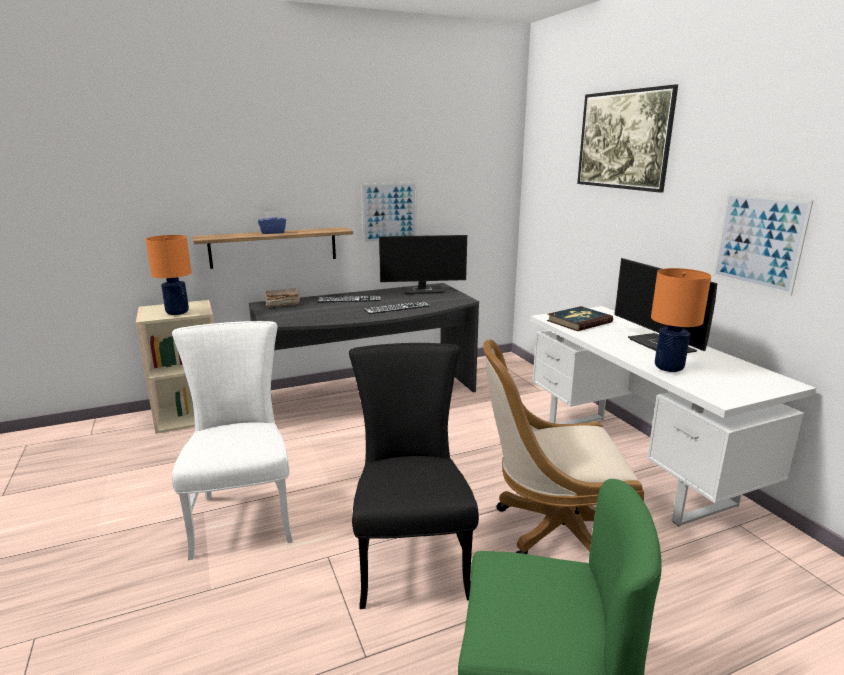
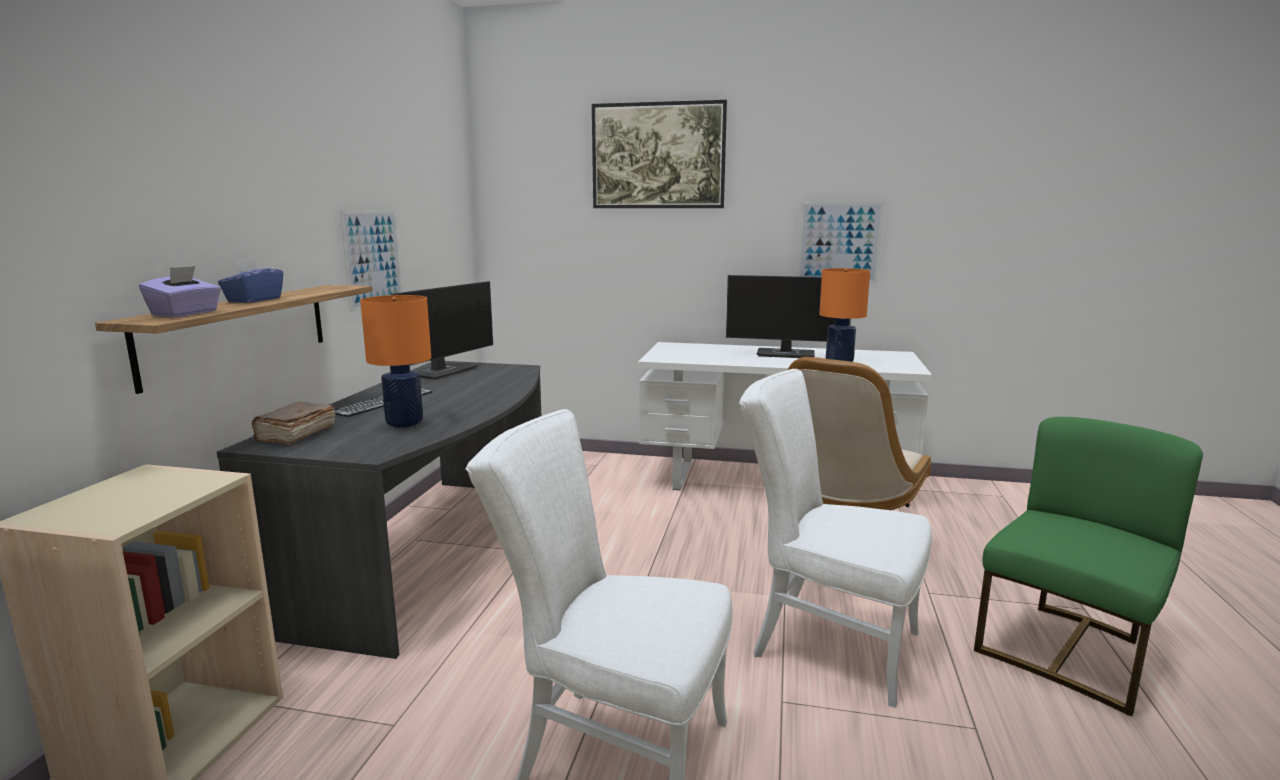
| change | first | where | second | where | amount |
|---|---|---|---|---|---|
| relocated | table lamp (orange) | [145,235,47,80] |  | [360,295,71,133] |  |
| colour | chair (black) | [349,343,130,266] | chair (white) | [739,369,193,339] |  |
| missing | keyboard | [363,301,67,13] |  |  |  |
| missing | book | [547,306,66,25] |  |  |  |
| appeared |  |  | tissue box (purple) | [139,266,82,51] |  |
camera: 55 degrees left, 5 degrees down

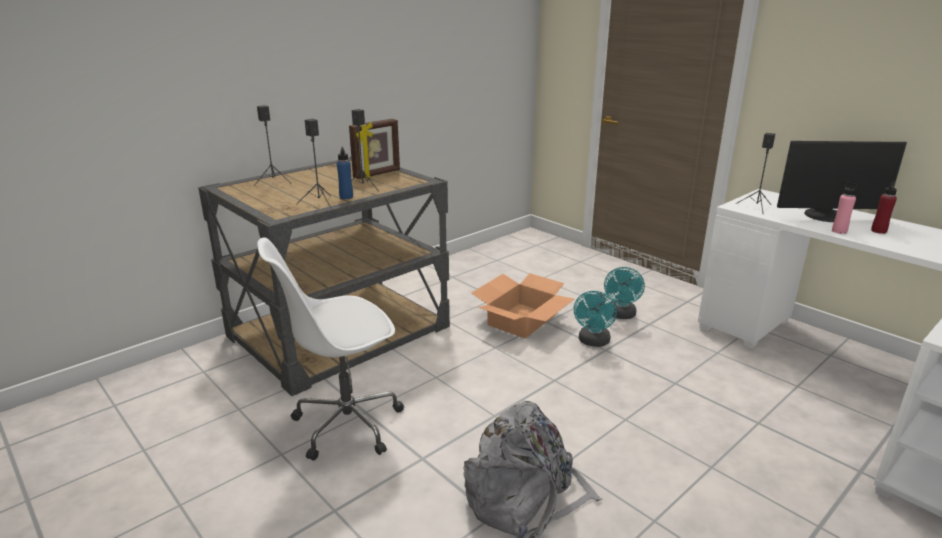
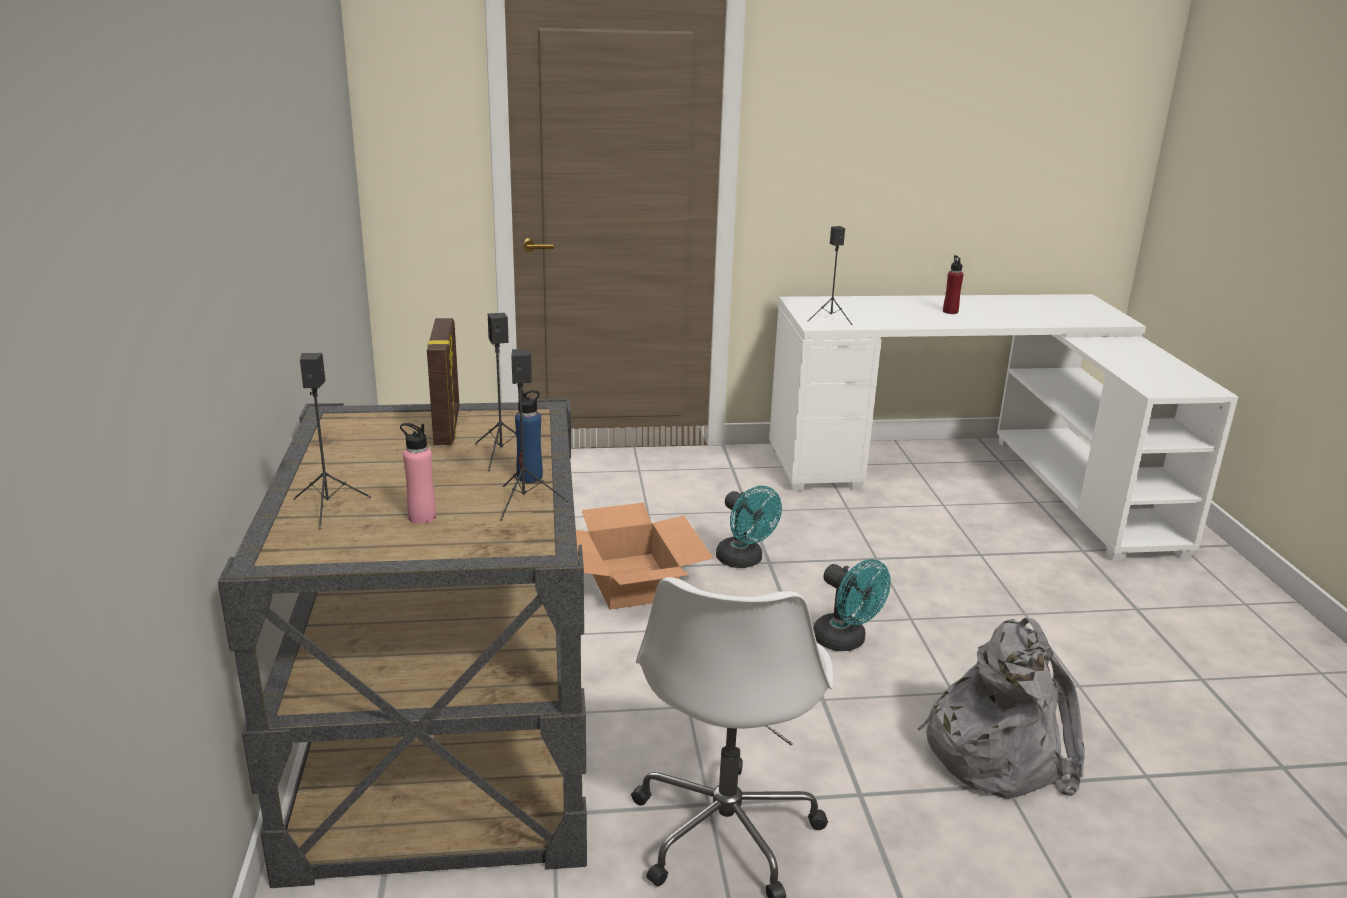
| change | first | where | second | where | amount |
|---|---|---|---|---|---|
| relocated | fan (turquoise) | [604,267,41,52] |  | [813,559,78,92] |  |
| missing | monitor | [777,141,130,81] |  |  |  |
| relocated | bottle (pink) | [832,181,25,53] |  | [400,423,36,101] |  |
camera: 55 degrees left, 0 degrees up

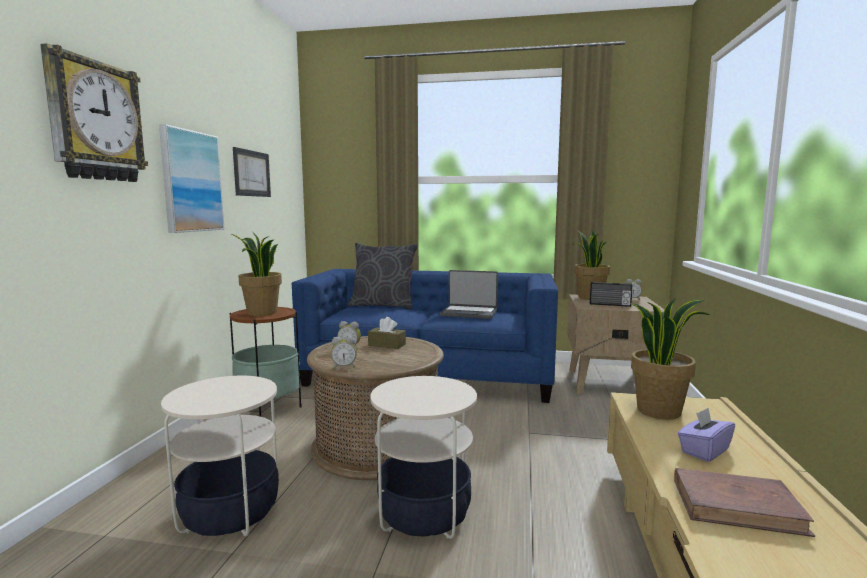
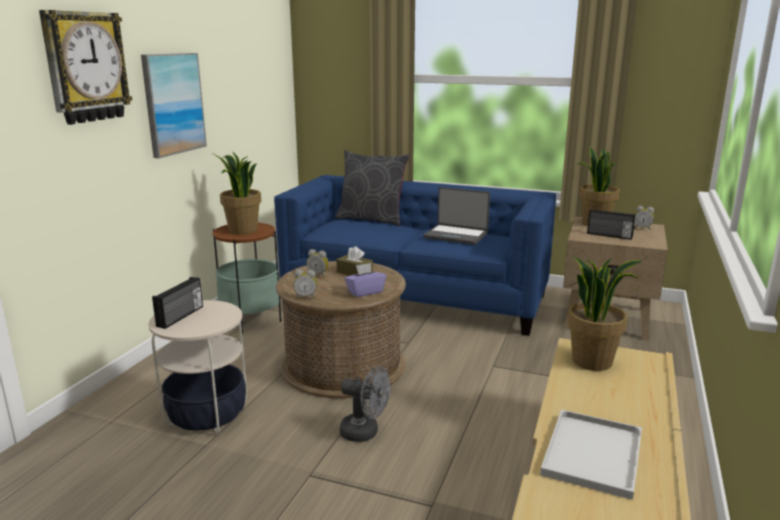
| change | first | where | second | where | amount |
|---|---|---|---|---|---|
| missing | picture | [233,147,38,50] |  |  |  |
| exchanged | side table (beige) | [370,376,107,163] | fan (grey) | [339,367,51,75] |  |
| exchanged | book (brown) | [674,468,141,69] | tray (white) | [540,409,102,91] |  |
| relocated | tissue box (purple) | [678,408,57,54] |  | [345,263,41,34] |  |
| appeared |  |  | radio | [152,277,51,52] |  |
camera: 10 degrees right, 10 degrees up

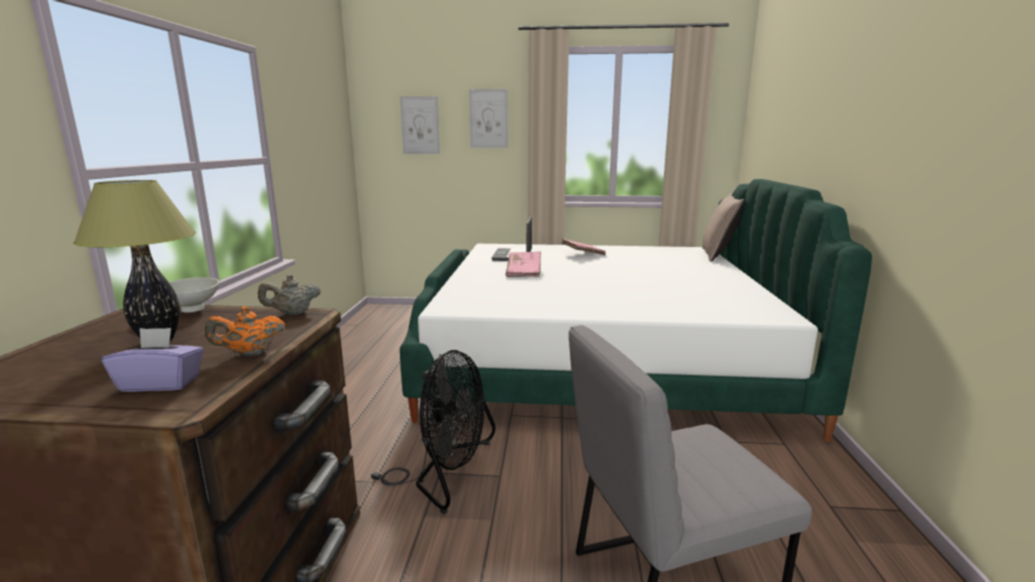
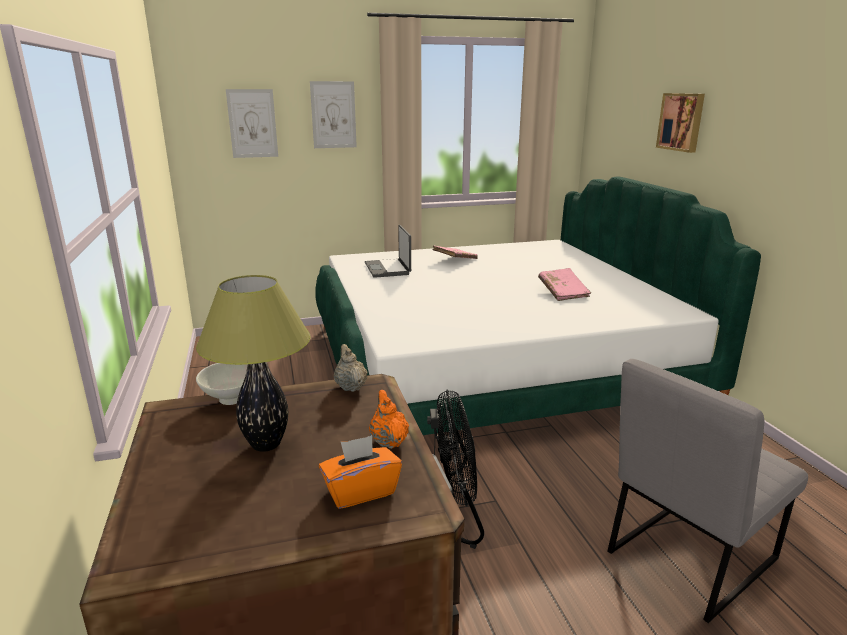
| change | first | where | second | where | amount |
|---|---|---|---|---|---|
| colour | tissue box (purple) | [102,328,102,64] | tissue box (orange) | [319,435,83,74] |  |
| spun | teapot (orange) | [205,307,80,49] |  | [369,390,40,59] | 120 degrees clockwise |
| spun | teapot (beige) | [258,274,63,41] |  | [334,344,34,48] | 120 degrees clockwise |
| relocated | book (pink) | [505,251,36,26] |  | [538,268,53,33] |  |
| missing | pillow | [702,193,43,69] |  |  |  |
| appeared |  |  | picture | [656,93,49,60] |  |
camera: 20 degrees left, 5 degrees up

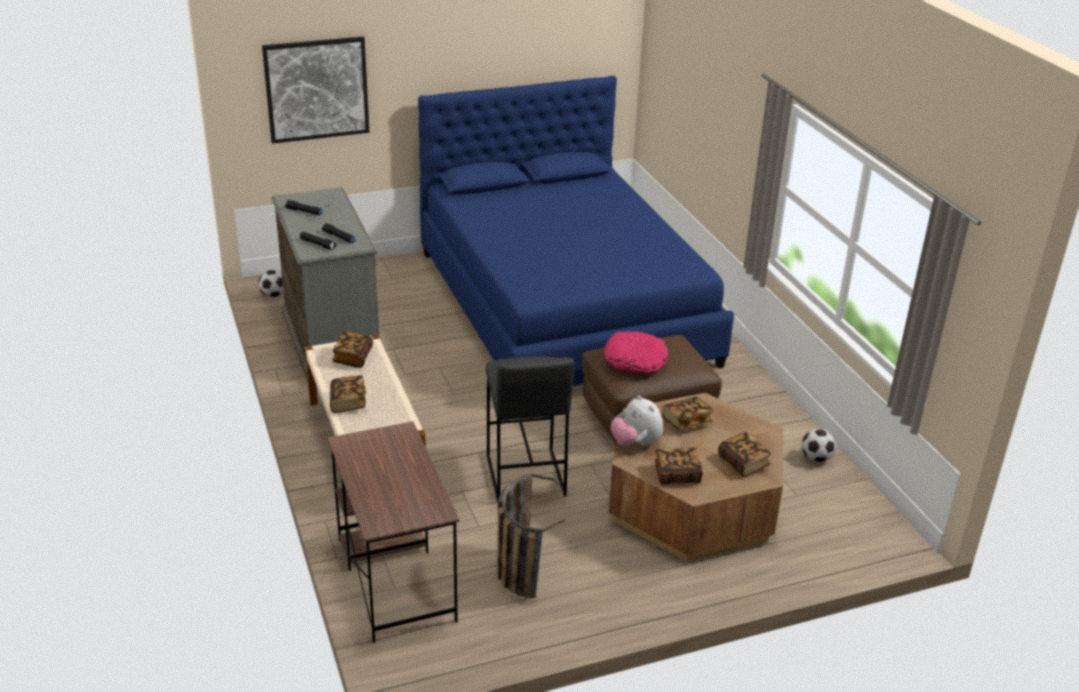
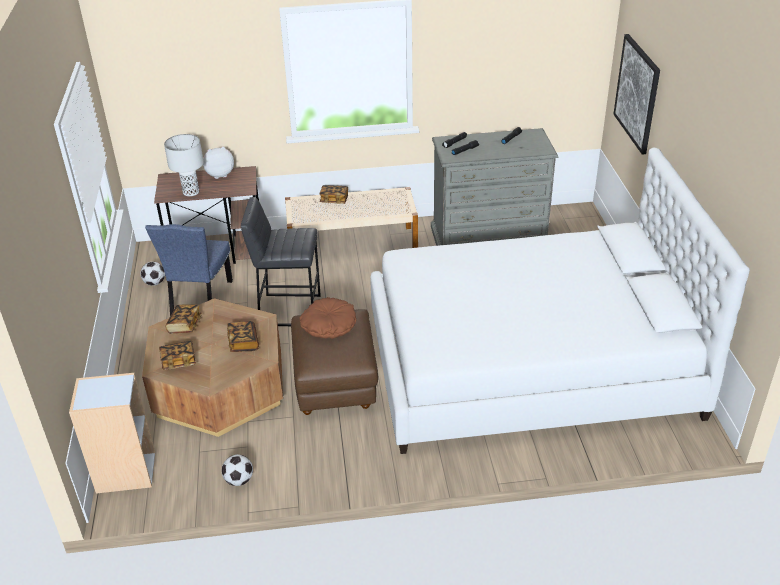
| change | first | where | second | where | amount |
|---|---|---|---|---|---|
| relocated | football | [258,270,25,28] |  | [140,262,25,24] |  |
| missing | book | [332,332,41,36] |  |  |  |
| colour | bed (blue) | [418,76,316,310] | bed (white) | [370,147,380,307] |  |
| exchanged | basket | [497,474,69,124] | chair (blue) | [145,224,88,92] |  |
| colour | pillow (pink) | [604,331,64,43] | pillow (brown) | [299,297,57,42] |  |
| relocated | plush toy | [611,396,52,50] |  | [203,147,31,32] |  |
| appeared |  |  | bookcase | [69,373,86,121] |  |
| appeared |  |  | table lamp (white) | [164,134,40,62] |  |
camera: 105 degrees right, 5 degrees up

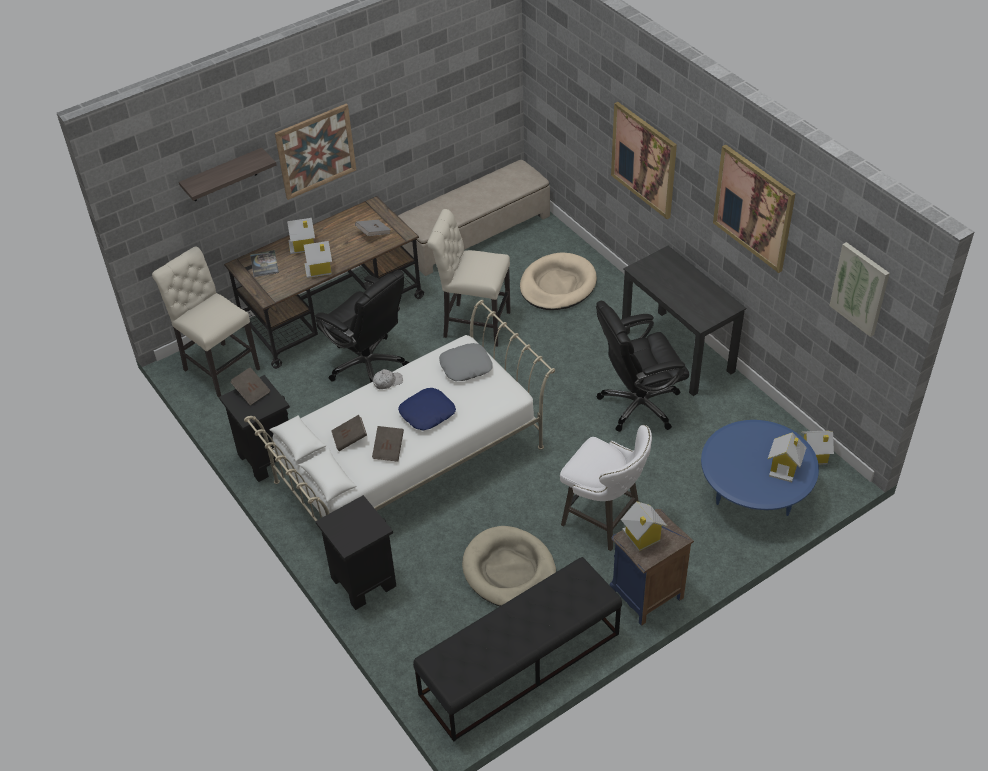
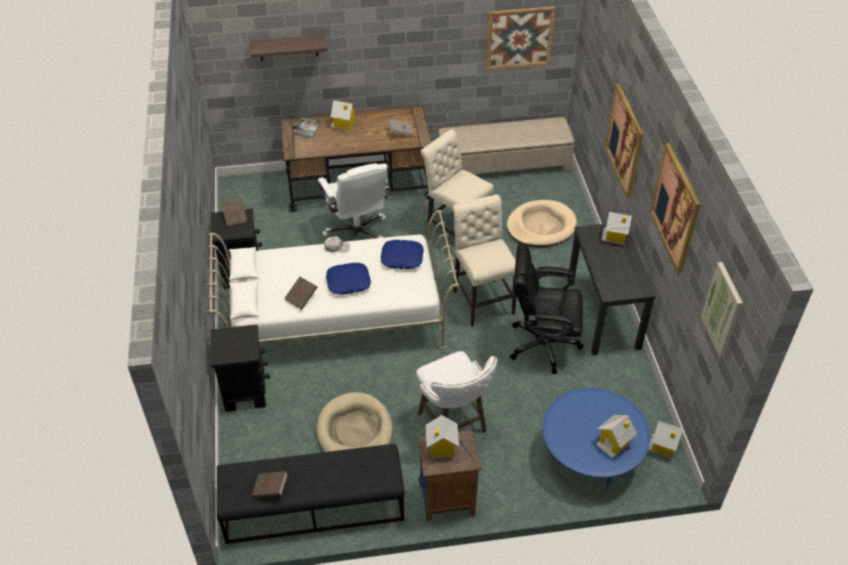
| change | first | where | second | where | amount |
|---|---|---|---|---|---|
| relocated | stool (beige) | [152,246,108,151] |  | [452,194,65,132] |  |
| relocated | picture | [275,104,81,96] |  | [486,6,69,64] |  |
| relocated | toy house | [304,241,28,37] |  | [601,212,31,33] |  |
| colour | office chair (black) | [315,270,94,113] | office chair (white) | [318,163,72,78] |  |
| relocated | book (brown) | [331,415,36,36] |  | [252,471,36,27] |  |
| colour | pillow (grey) | [439,343,54,38] | pillow (blue) | [381,240,43,29] |  |
camera: 25 degrees right, 0 degrees up

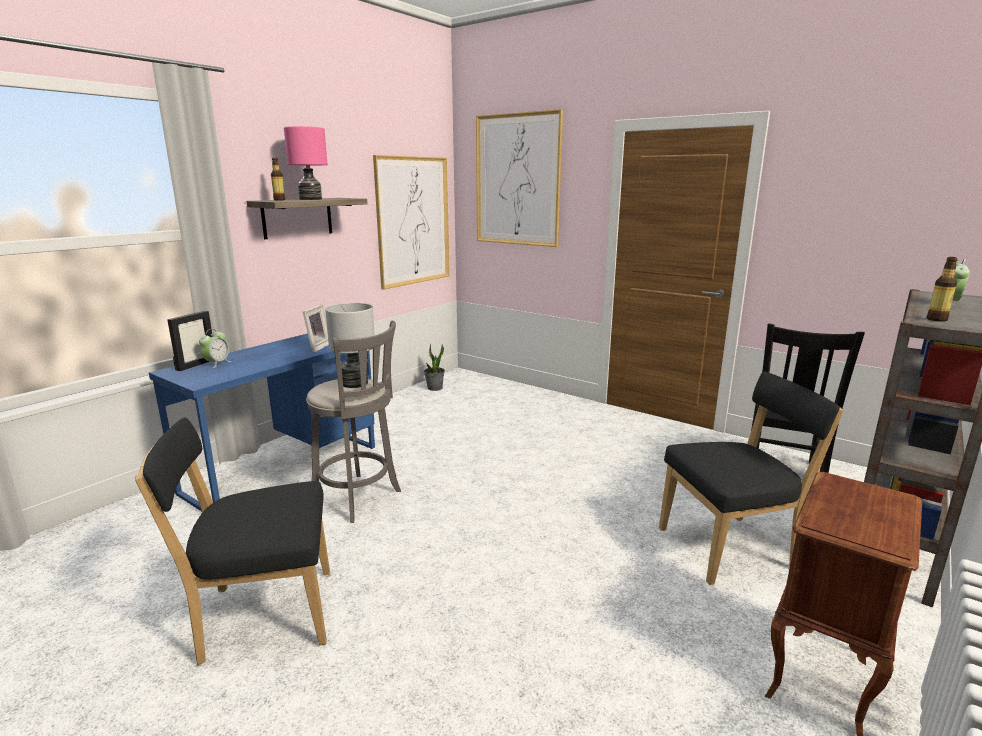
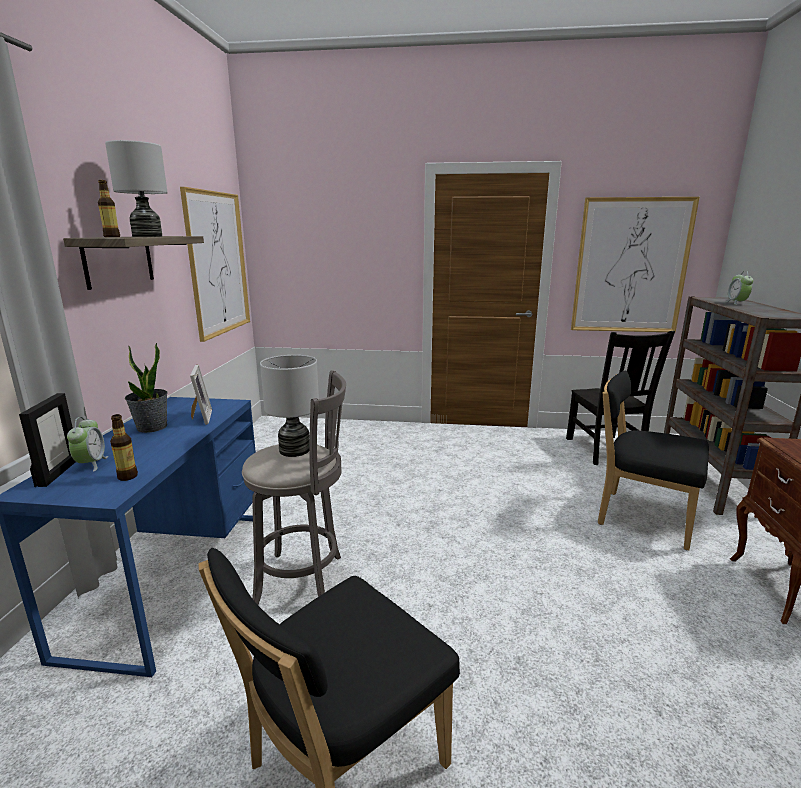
| change | first | where | second | where | amount |
|---|---|---|---|---|---|
| colour | table lamp (pink) | [284,126,44,74] | table lamp (grey) | [105,140,63,97] |  |
| relocated | potted plant | [424,344,21,47] |  | [125,343,43,90] |  |
| relocated | picture | [476,109,87,138] |  | [571,197,129,136] |  |
| spun | chair (black) | [659,371,185,214] |  | [598,370,111,181] | 105 degrees counterclockwise |
| relocated | bottle | [927,257,31,65] |  | [110,414,28,67] |  |
camera: 30 degrees left, 0 degrees up

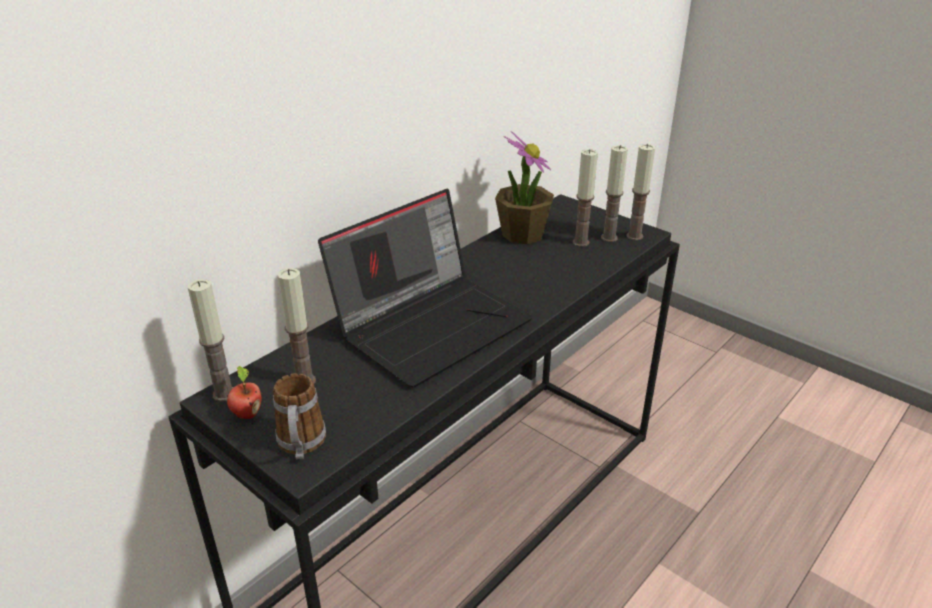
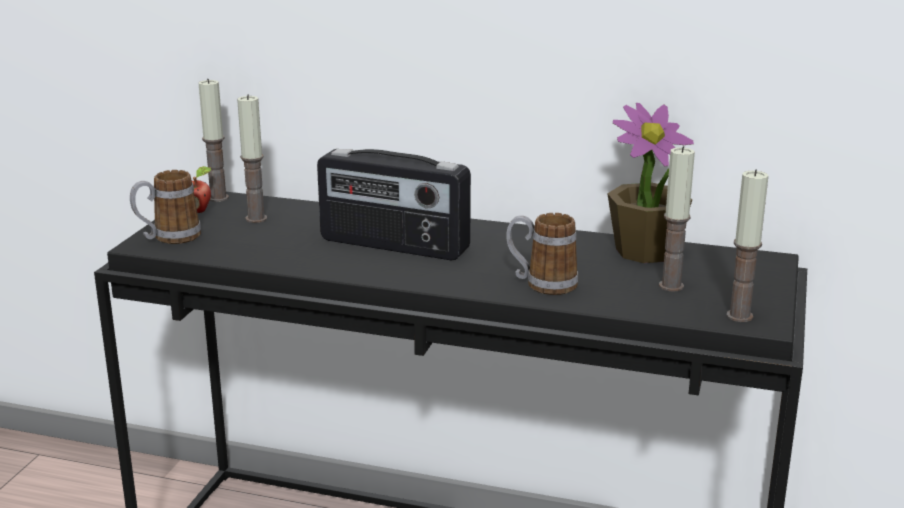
| change | first | where | second | where | amount |
|---|---|---|---|---|---|
| exchanged | laptop | [318,189,215,199] | radio | [317,149,154,111] |  |
| missing | candle | [601,145,27,97] |  |  |  |
| appeared |  |  | mug | [506,213,72,82] |  |
camera: 65 degrees right, 10 degrees down

